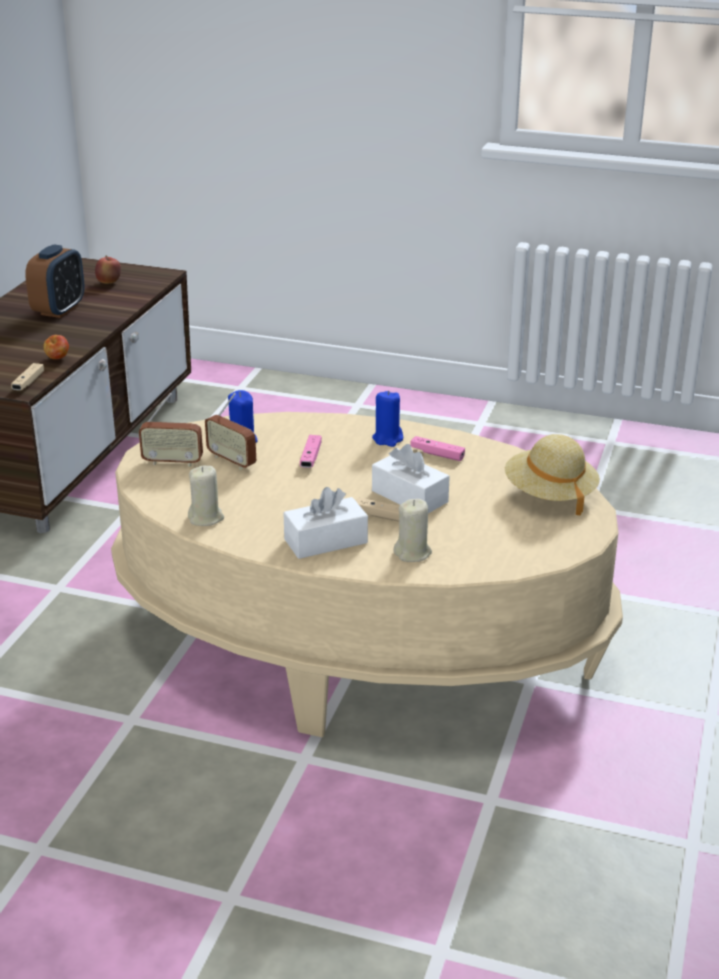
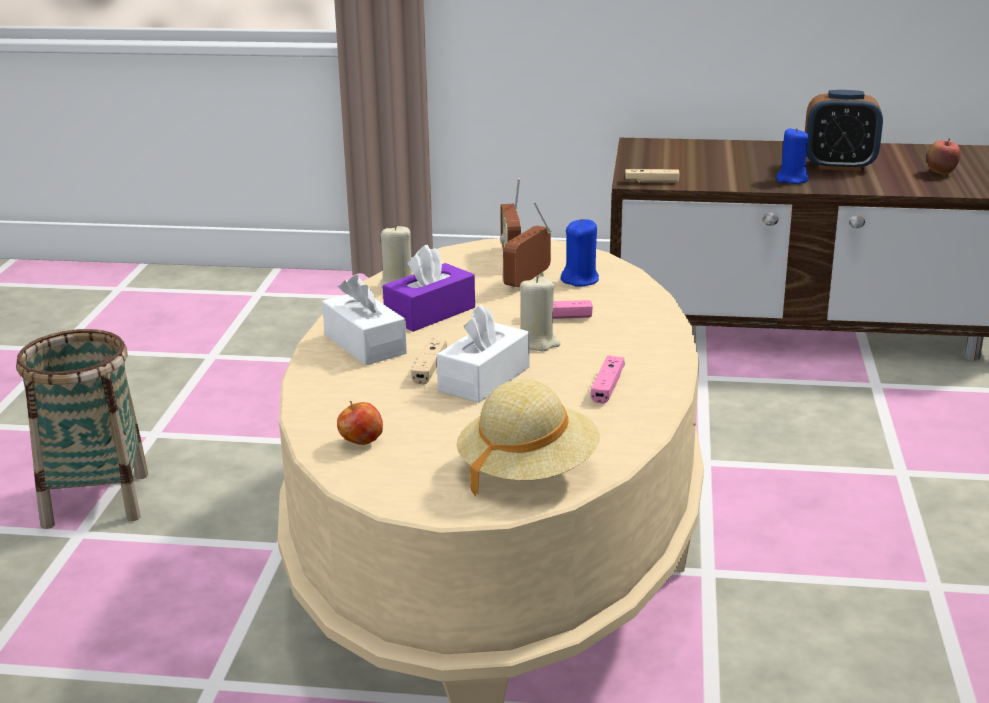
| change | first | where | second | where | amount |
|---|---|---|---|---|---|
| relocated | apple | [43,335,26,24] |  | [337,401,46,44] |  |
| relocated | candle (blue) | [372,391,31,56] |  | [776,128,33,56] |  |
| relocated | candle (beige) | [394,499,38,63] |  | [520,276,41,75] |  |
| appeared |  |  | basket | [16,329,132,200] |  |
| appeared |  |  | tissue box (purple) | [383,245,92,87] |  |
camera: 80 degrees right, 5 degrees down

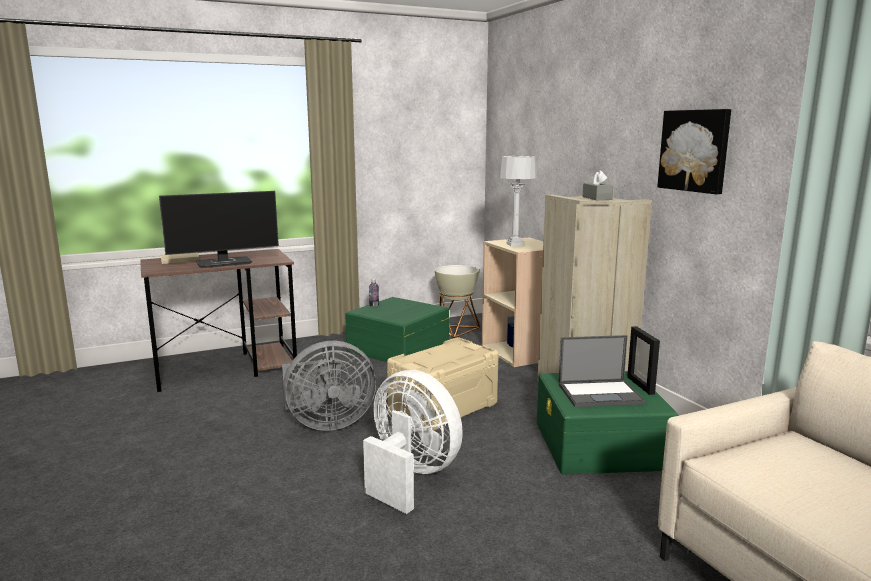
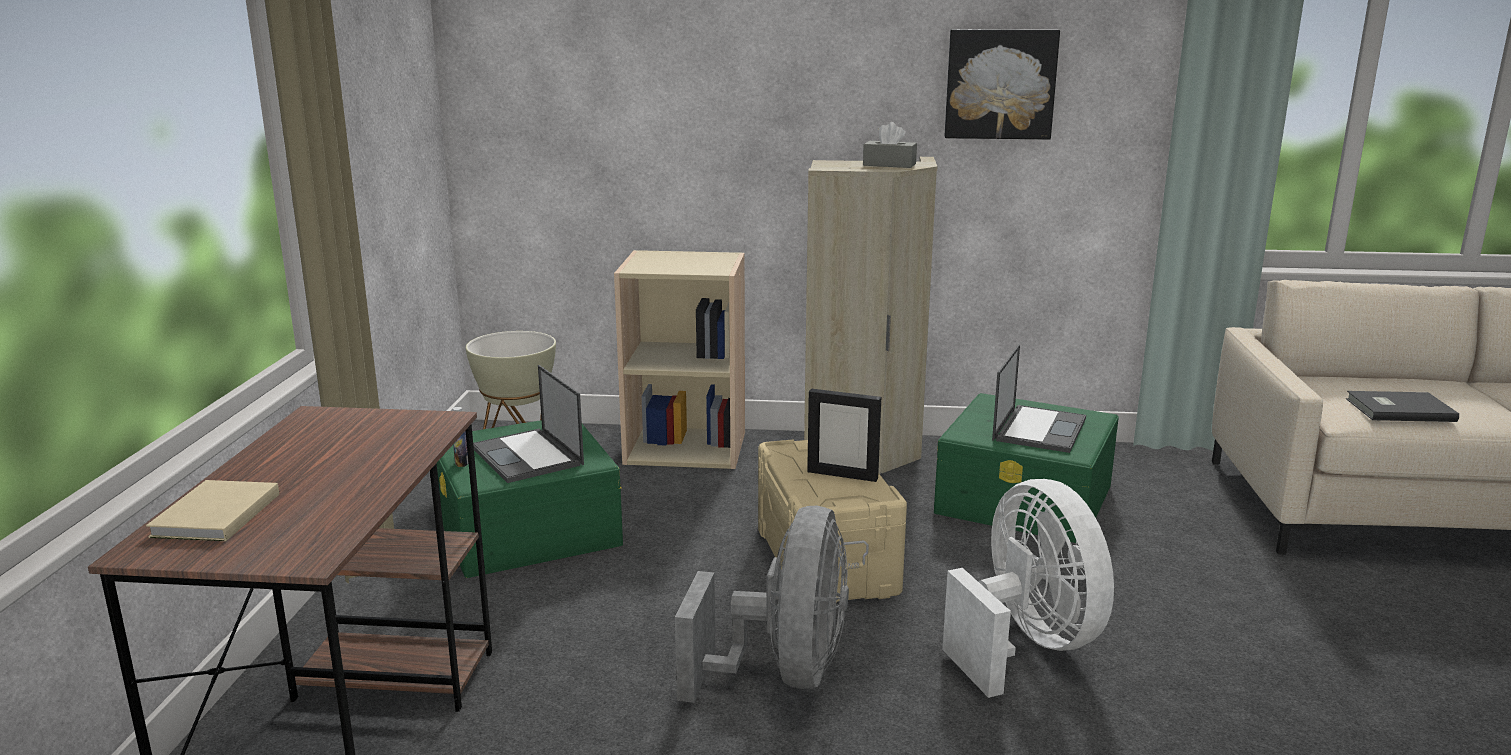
| change | first | where | second | where | amount |
|---|---|---|---|---|---|
| missing | monitor | [159,191,120,77] |  |  |  |
| spun | fan (white) | [363,370,100,144] |  | [942,479,172,219] | 90 degrees clockwise |
| missing | table lamp (grey) | [498,156,39,90] |  |  |  |
| relocated | picture frame | [627,326,33,69] |  | [807,389,74,93] |  |
| appeared |  |  | laptop | [473,365,111,118] |  |
| appeared |  |  | book (grey) | [1346,391,113,31] |  |
camera: 60 degrees left, 5 degrees up

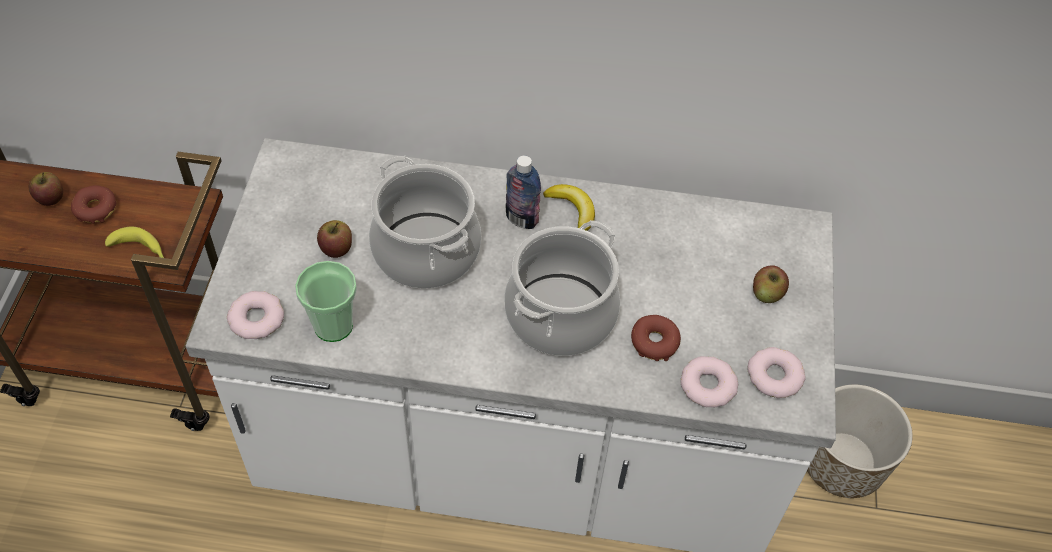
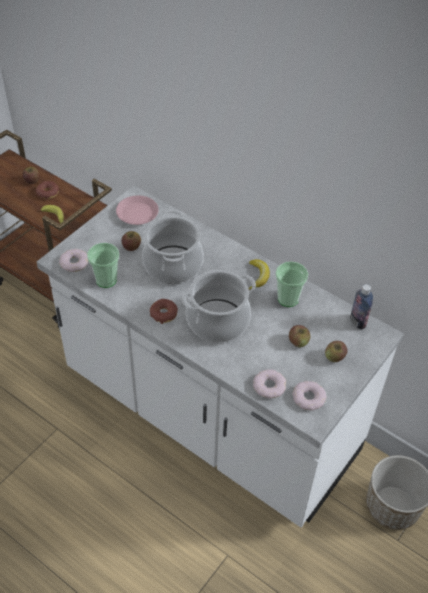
| change | first | where | second | where | amount |
|---|---|---|---|---|---|
| relocated | bottle | [506,156,35,73] |  | [350,284,23,46] |  |
| relocated | donut | [631,315,50,46] |  | [150,299,28,25] |  |
| appeared |  |  | plate (pink) | [116,195,43,30] |  |
| appeared |  |  | cup | [275,261,33,46] |  |
| appeared |  |  | apple | [289,325,21,22] |  |
camera: 30 degrees right, 5 degrees down

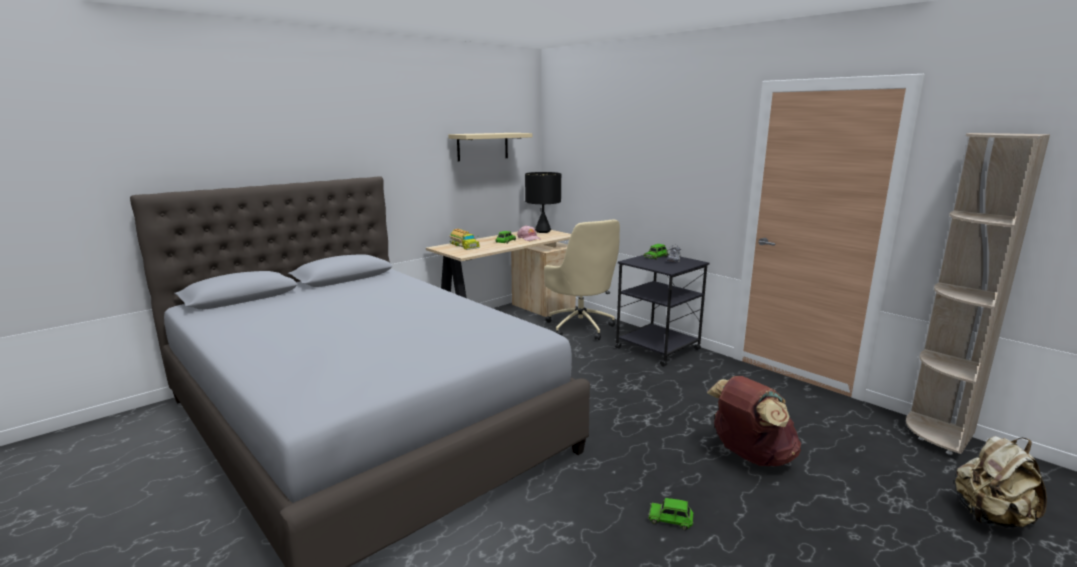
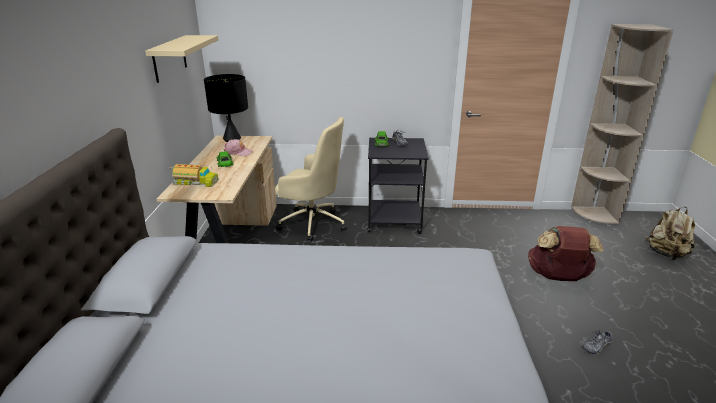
| change | first | where | second | where | amount |
|---|---|---|---|---|---|
| exchanged | toy car (green) | [648,498,46,32] | shoe | [582,330,30,25] |  |
camera: 45 degrees left, 10 degrees up

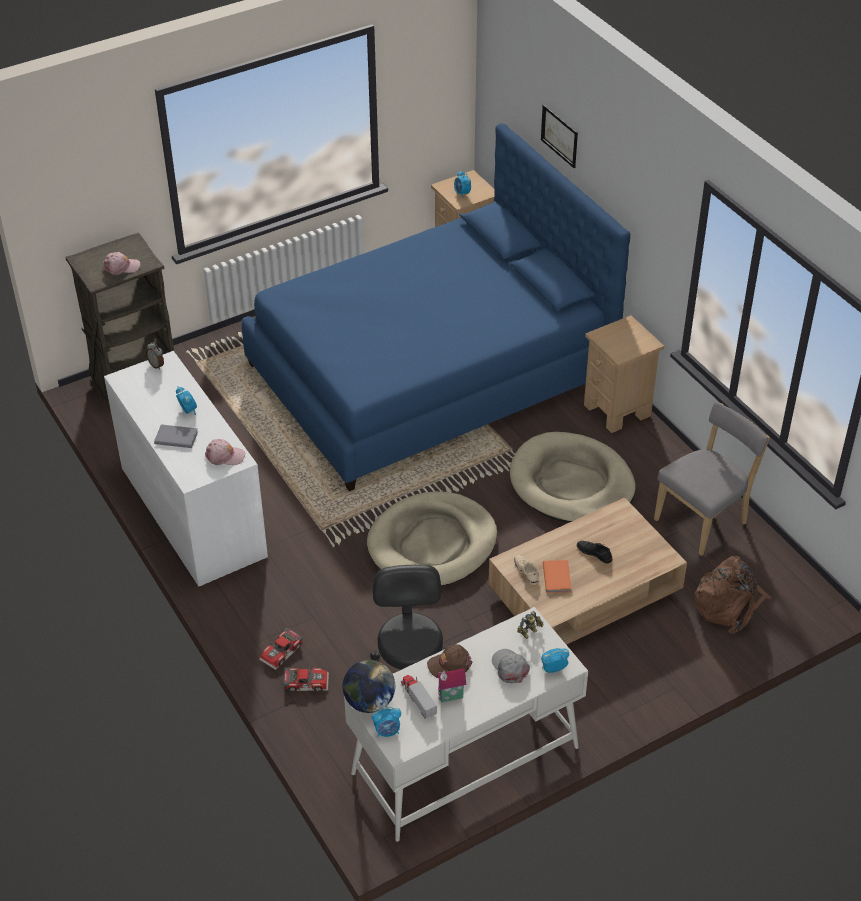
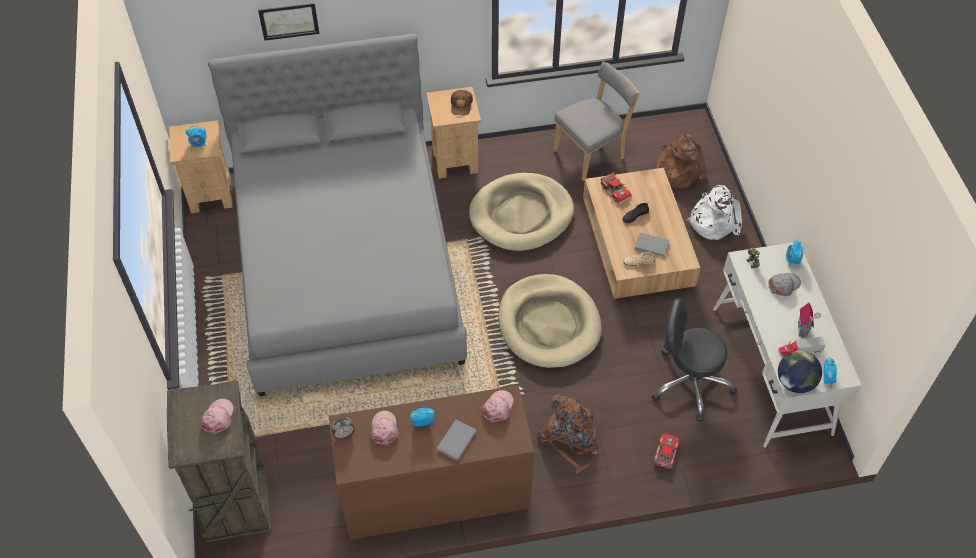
| change | first | where | second | where | amount |
|---|---|---|---|---|---|
| colour | dresser (white) | [104,351,164,235] | dresser (brown) | [329,385,205,155] |  |
| colour | bed (blue) | [242,123,388,368] | bed (grey) | [208,33,259,363] |  |
| relocated | toy car | [259,627,44,43] |  | [600,172,32,32] |  |
| relocated | cap (brown) | [427,644,45,33] |  | [451,90,22,25] |  |
| spun | cap (grey) | [492,649,38,34] |  | [768,273,33,23] | 150 degrees clockwise |
| colour | book (orange) | [543,560,29,33] | book (grey) | [635,233,34,24] |  |
| spun | chair (grey) | [654,402,116,154] |  | [553,62,87,119] | 75 degrees clockwise |
| appeared |  |  | cap (pink) | [371,411,28,35] |  |
| appeared |  |  | backpack (brown) | [536,394,62,79] |  |
| appeared |  |  | backpack (white) | [687,185,55,55] |  |
camera: 70 degrees left, 10 degrees up

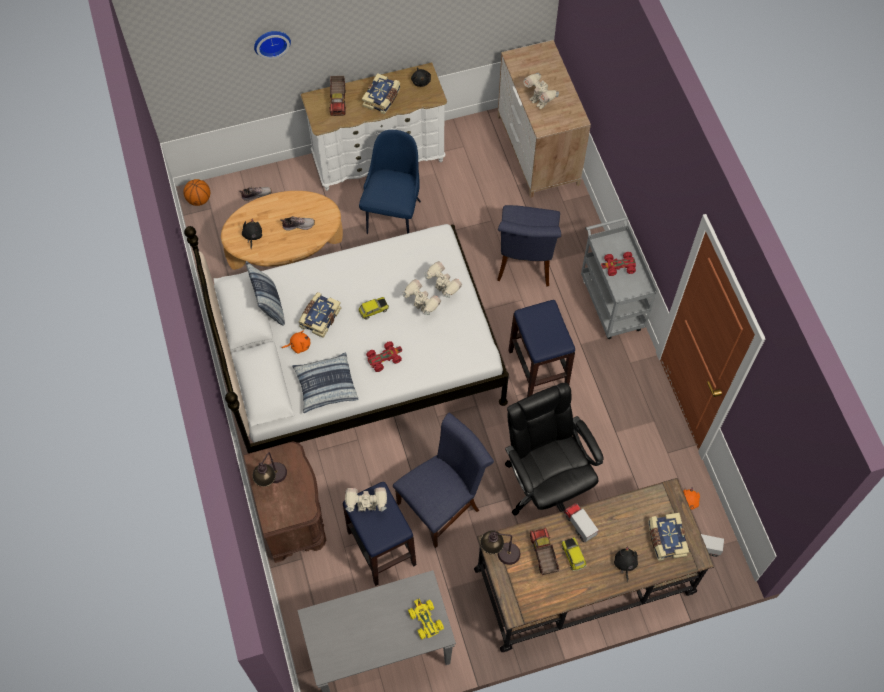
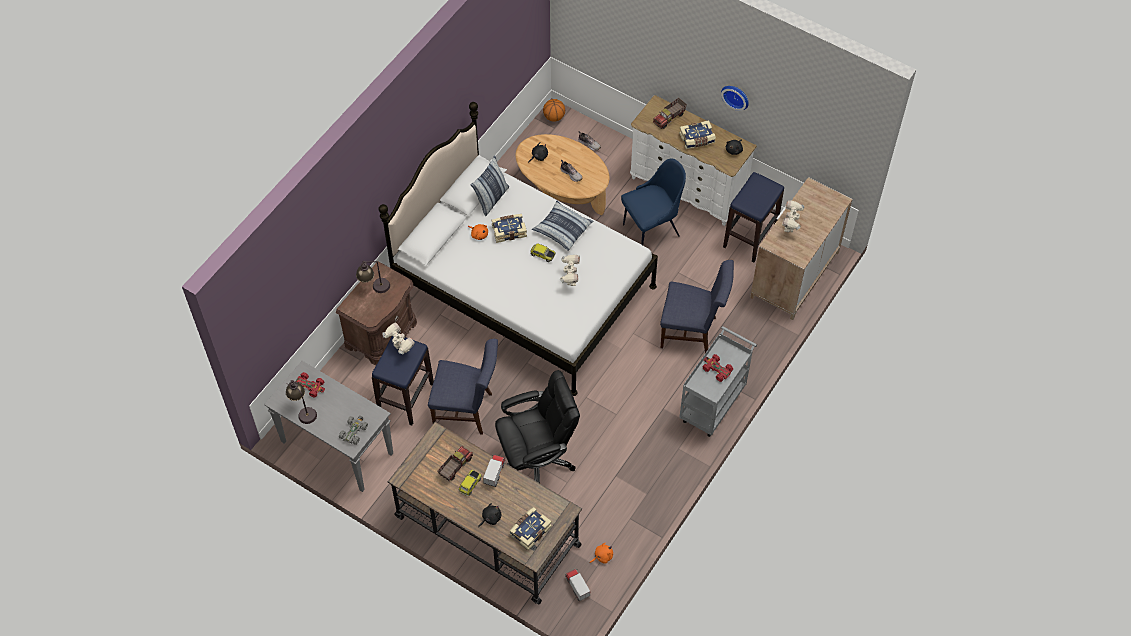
| change | first | where | second | where | amount |
|---|---|---|---|---|---|
| relocated | wall clock | [254,31,37,28] |  | [721,86,28,25] |  |
| relocated | pillow | [292,353,67,60] |  | [532,201,61,50] |  |
| relocated | toy car (red) | [366,341,36,31] |  | [296,372,29,26] |  |
| colour | toy car (yellow) | [408,599,36,40] | toy car (grey) | [339,416,29,29] |  |
| missing | toy robot | [424,261,38,37] |  |  |  |
| relocated | table lamp | [480,530,40,35] |  | [286,380,31,44] |  |
| spun | chair (blue) | [497,205,65,82] |  | [660,260,74,93] | 135 degrees counterclockwise |
| spun | office chair (black) | [505,383,99,133] |  | [495,370,85,113] | 45 degrees clockwise |
| relocated | stool | [508,300,67,97] |  | [723,172,61,90] |  |
camera: 50 degrees right, 5 degrees down

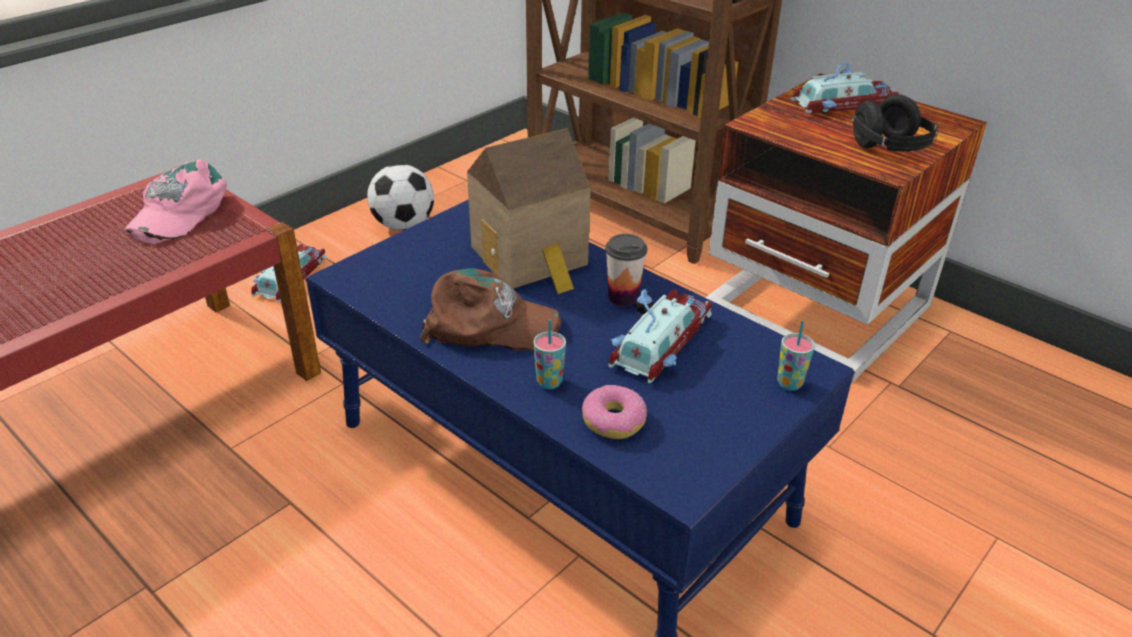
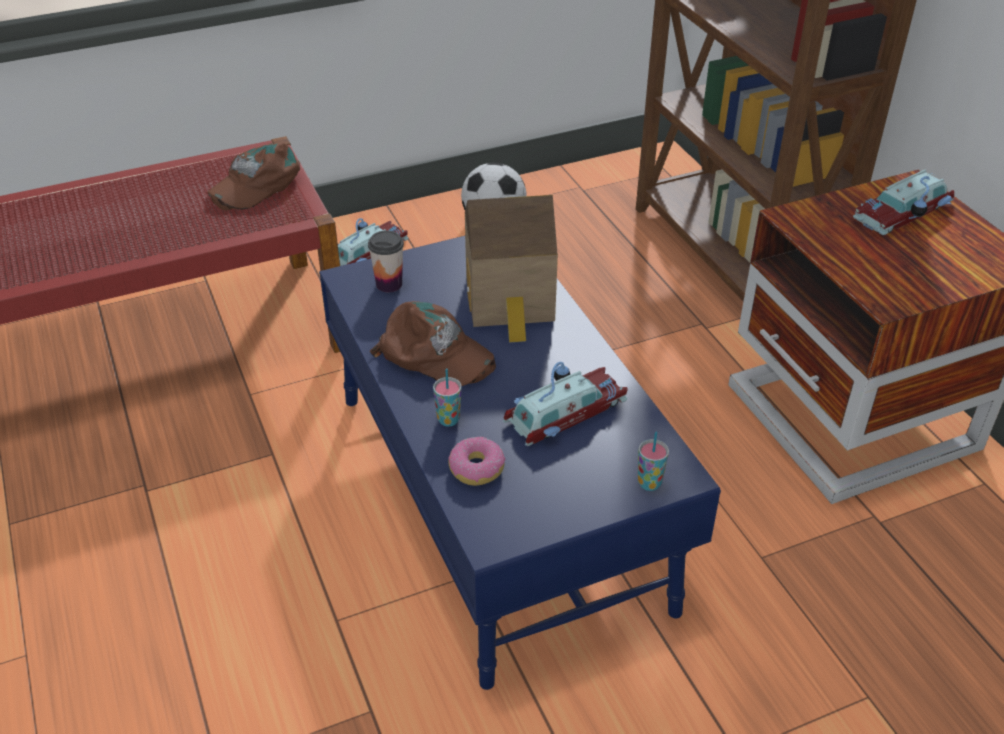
| change | first | where | second | where | amount |
|---|---|---|---|---|---|
| colour | cap (pink) | [125,160,102,84] | cap (brown) | [207,142,93,68] |  |
| relocated | cup | [605,234,42,72] |  | [368,230,36,62] |  |
| spun | toy car | [790,62,109,52] |  | [853,170,101,65] | 135 degrees clockwise |
| missing | headphones (black) | [851,94,87,57] |  |  |  |
camera: 25 degrees right, 5 degrees up

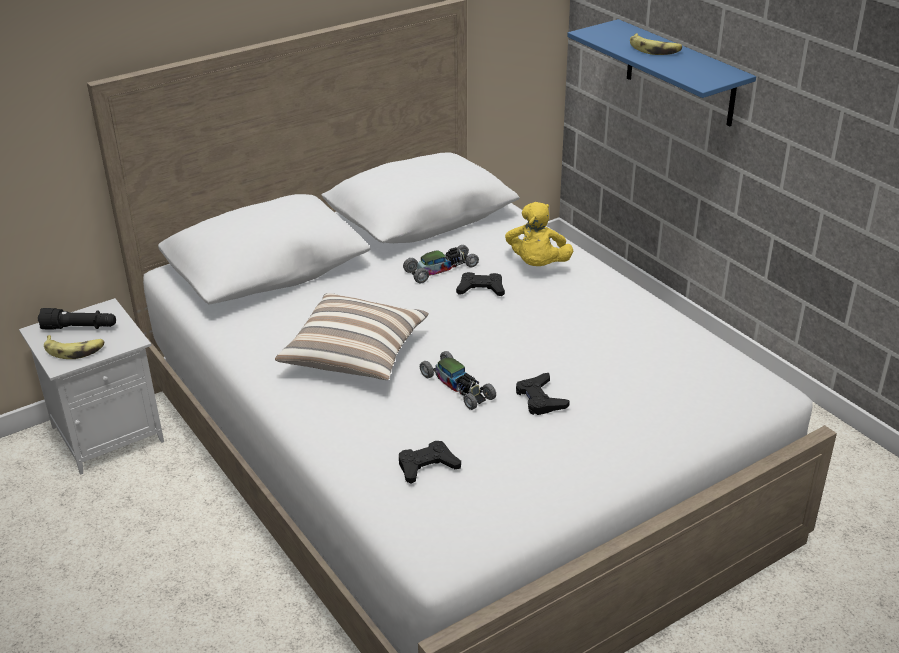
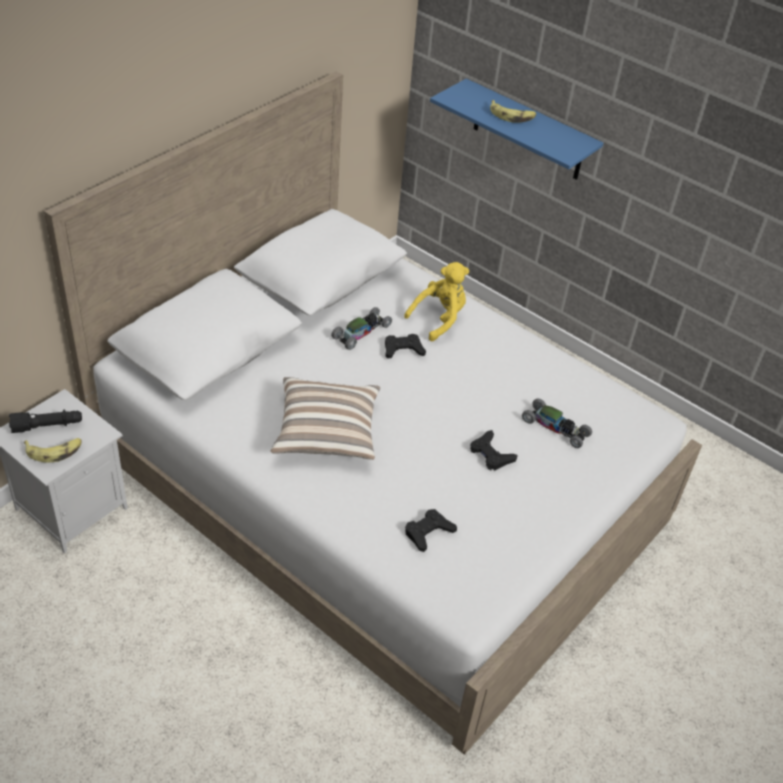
| change | first | where | second | where | amount |
|---|---|---|---|---|---|
| relocated | toy car | [420,351,76,59] |  | [522,398,70,50] |  |
| spun | plush toy (yellow) | [505,202,68,64] |  | [404,262,65,79] | 120 degrees counterclockwise |
camera: 20 degrees left, 10 degrees up

